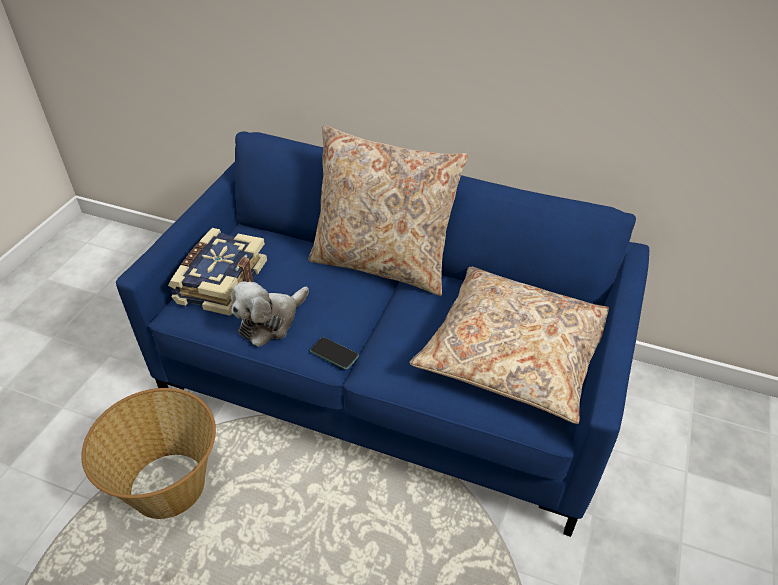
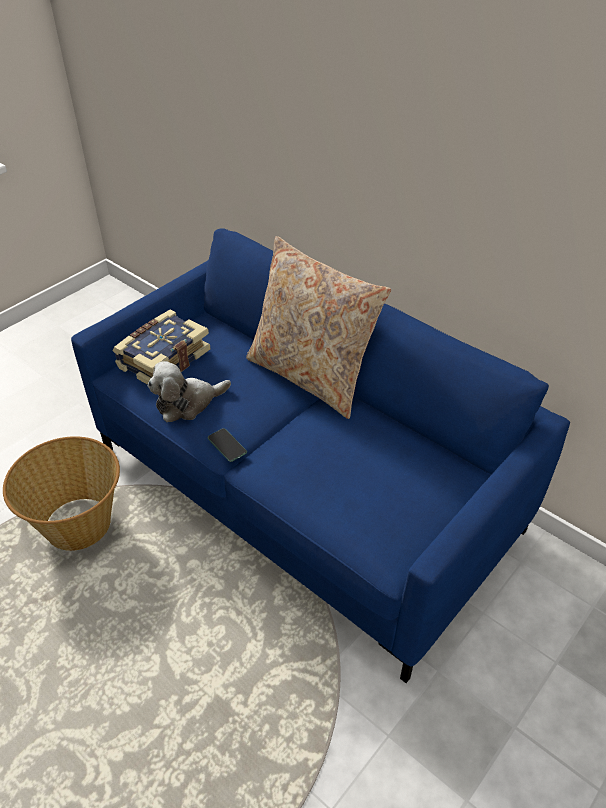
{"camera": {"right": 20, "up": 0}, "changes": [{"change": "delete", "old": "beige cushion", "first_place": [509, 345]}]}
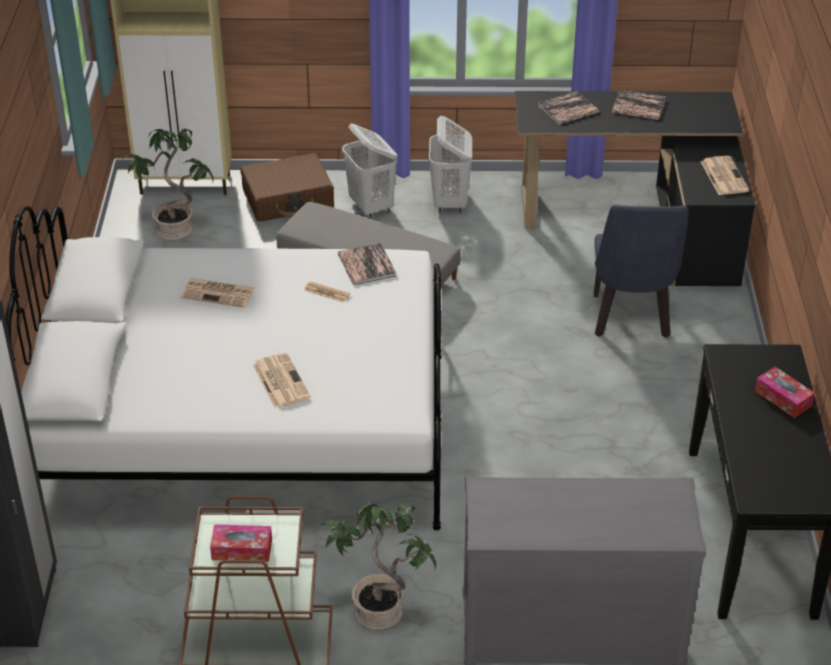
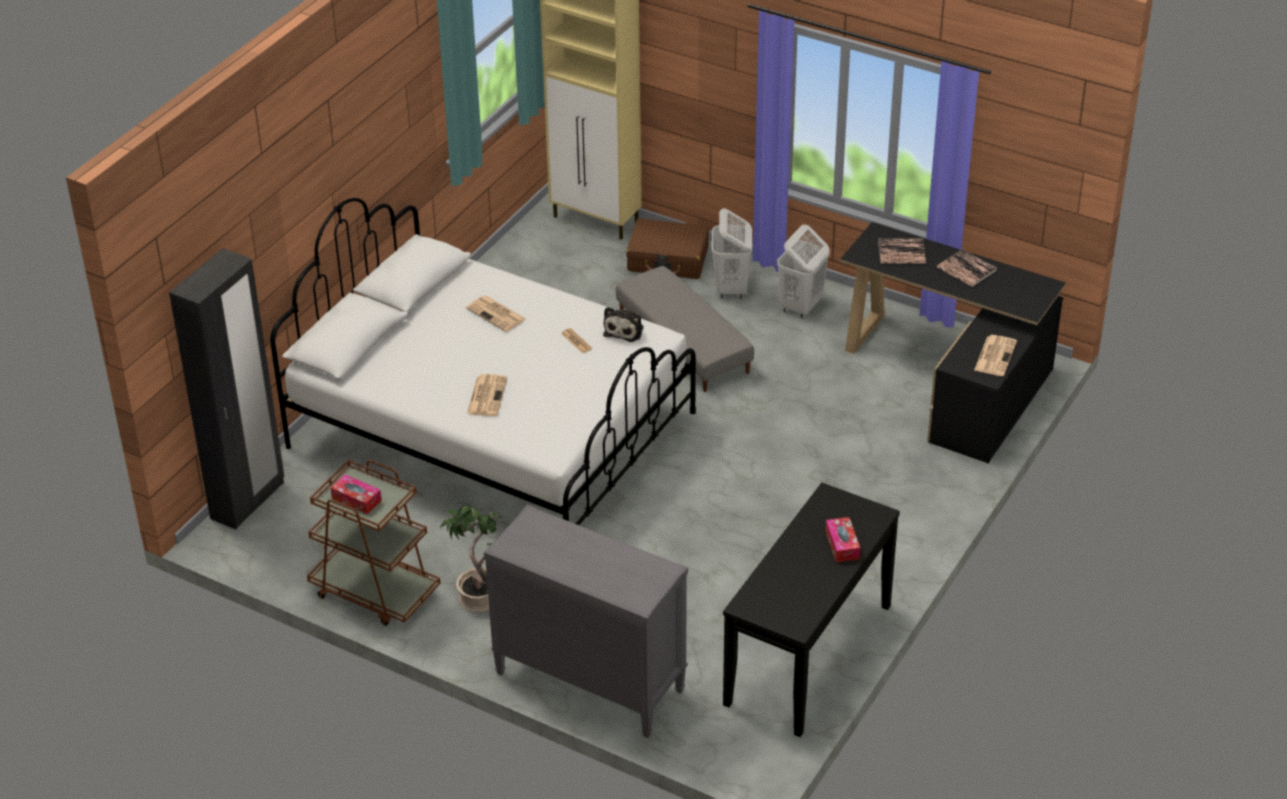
{"camera": {"right": 30, "up": 0}, "changes": [{"change": "replace", "old": "volume", "new": "plush toy", "first_place": [367, 264], "second_place": [623, 324]}, {"change": "delete", "old": "potted plant", "first_place": [168, 184]}, {"change": "delete", "old": "blue-coloured plain chair", "first_place": [641, 271]}]}
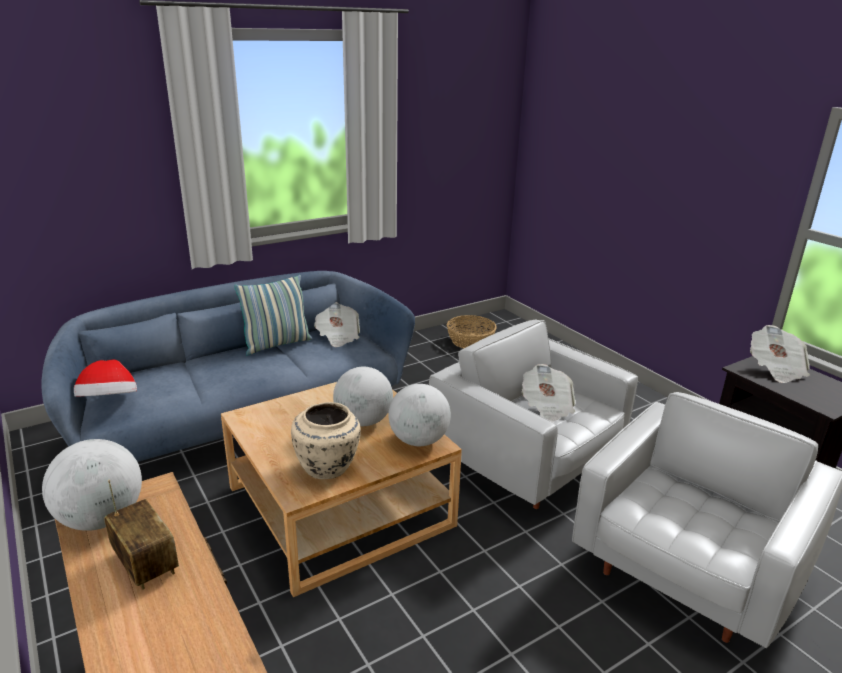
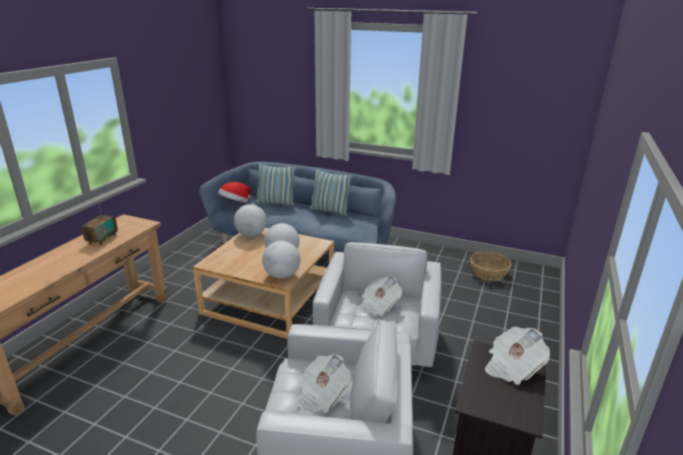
{"camera": {"right": 55, "up": 0}, "changes": [{"change": "move", "old": "world globe", "first_place": [92, 485], "second_place": [250, 220]}, {"change": "insert", "new": "cushion", "second_place": [275, 184]}, {"change": "move", "old": "daily paper", "first_place": [337, 324], "second_place": [324, 383]}, {"change": "delete", "old": "beige decorative vase", "first_place": [326, 440]}]}
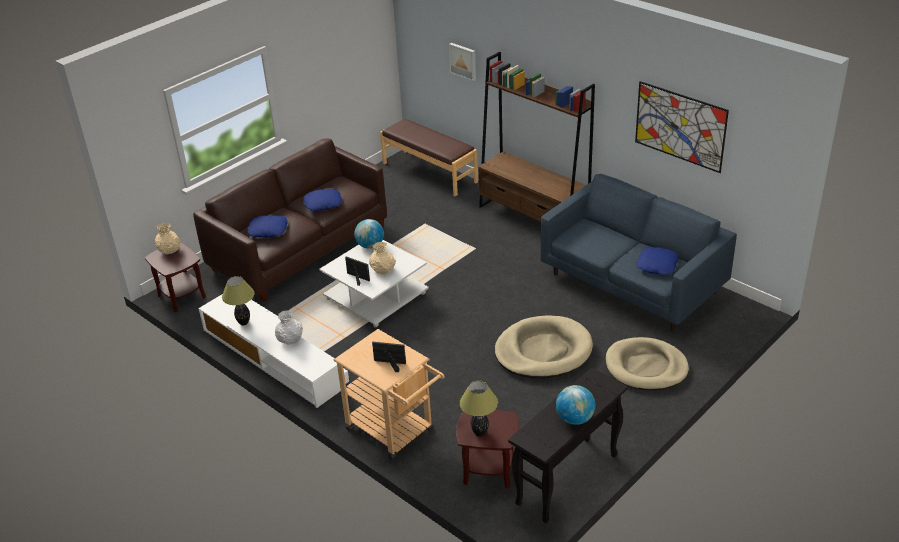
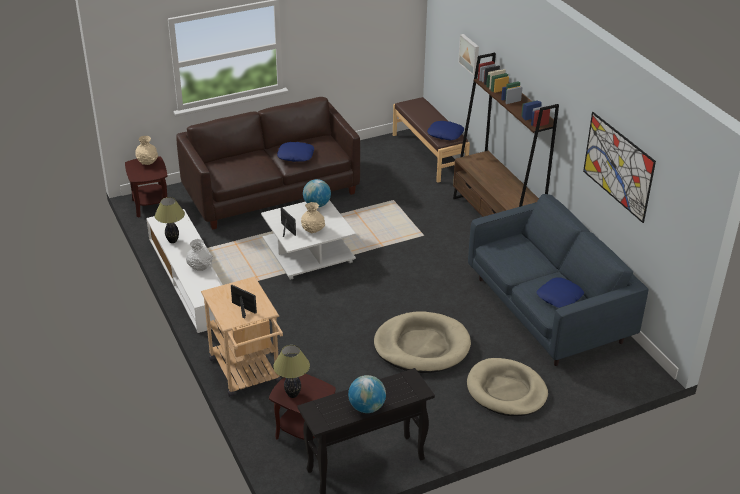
{"camera": {"right": 20, "up": 0}, "changes": [{"change": "move", "old": "blue-coloured cushion", "first_place": [267, 226], "second_place": [445, 130]}]}
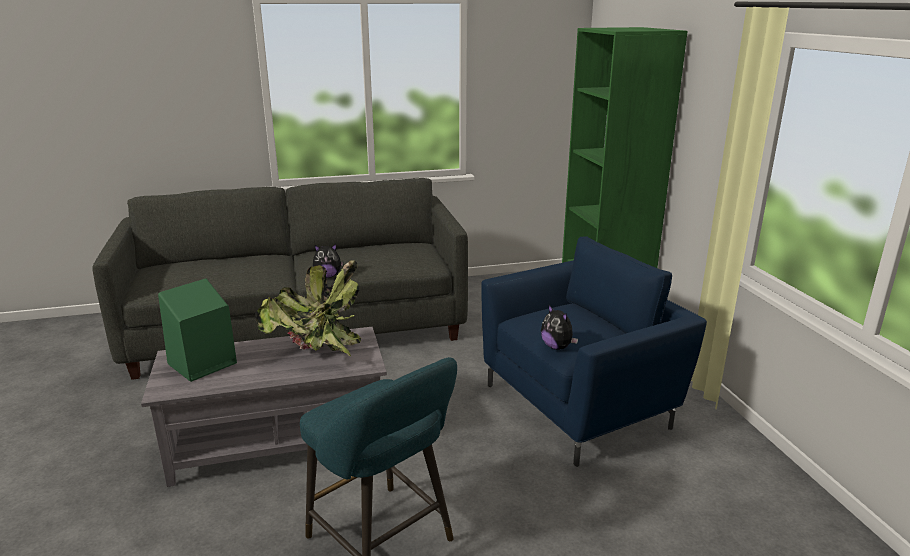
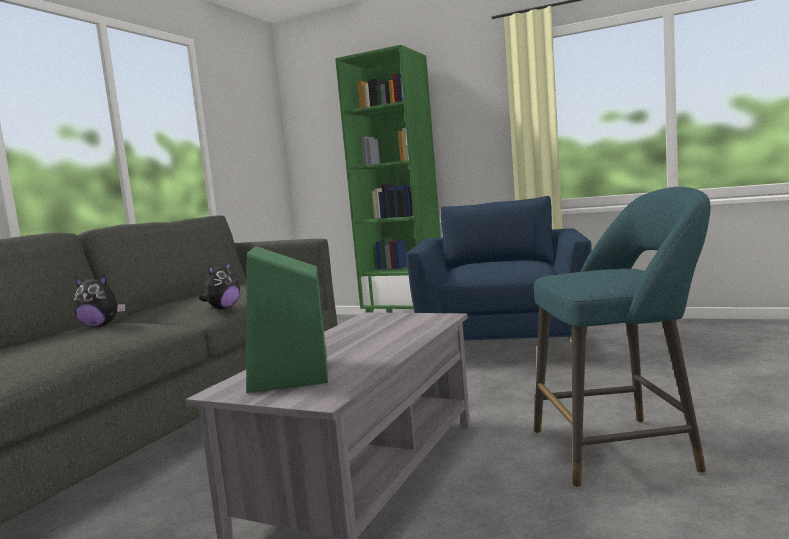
{"camera": {"right": -50, "up": -15}, "changes": [{"change": "move", "old": "plush toy", "first_place": [559, 327], "second_place": [99, 301]}, {"change": "delete", "old": "potted plant", "first_place": [308, 308]}]}
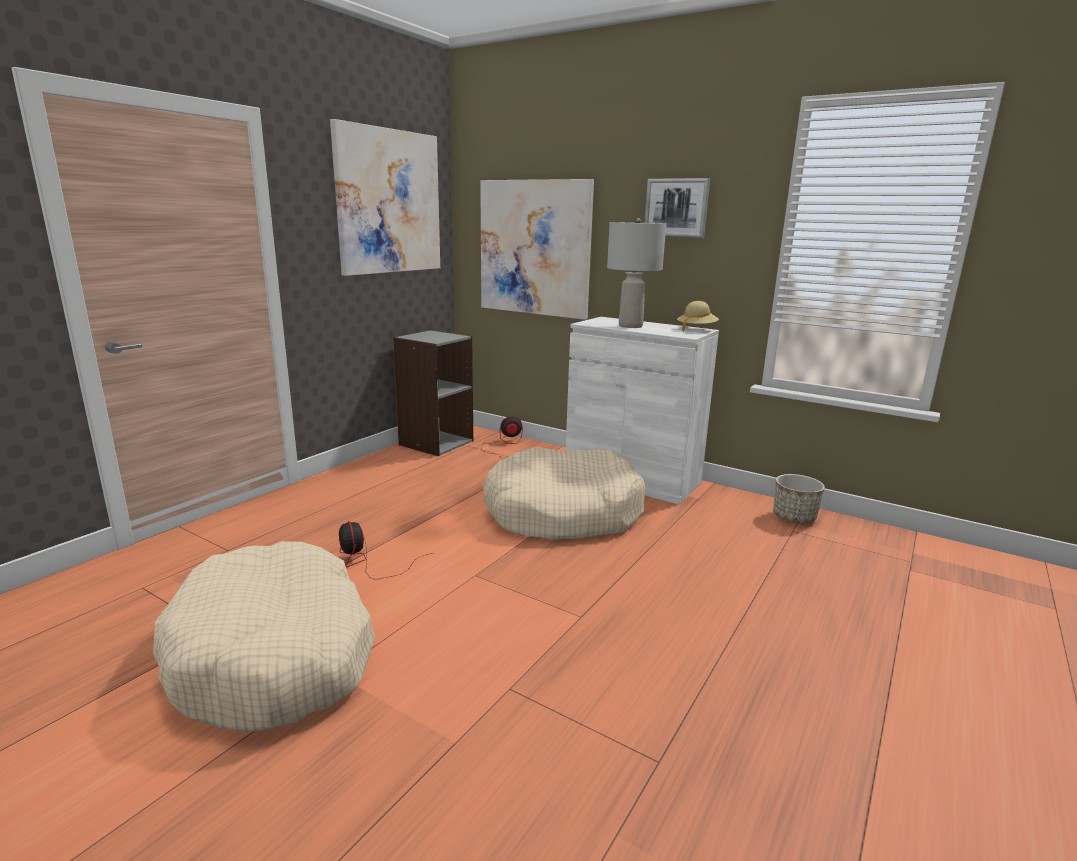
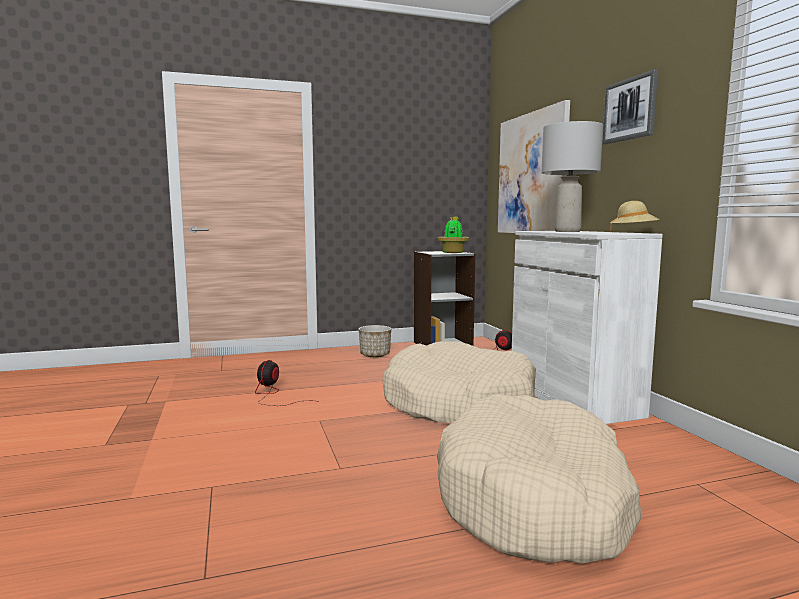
{"camera": {"right": 40, "up": -10}, "changes": [{"change": "move", "old": "planter", "first_place": [799, 498], "second_place": [375, 341]}, {"change": "move", "old": "beige dog bed", "first_place": [264, 637], "second_place": [539, 479]}, {"change": "insert", "new": "potted plant", "second_place": [453, 234]}, {"change": "delete", "old": "wall art", "first_place": [385, 197]}]}
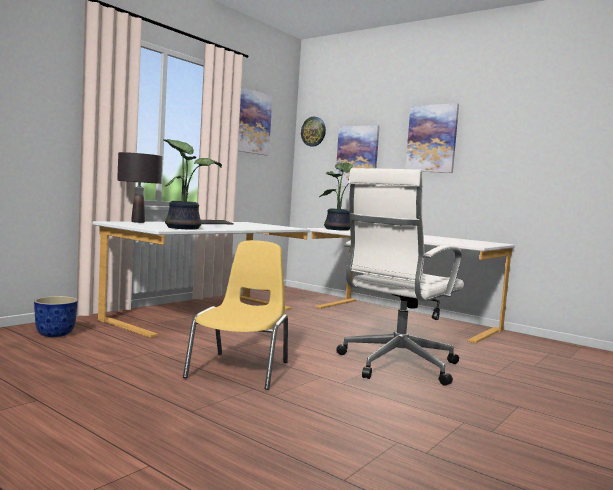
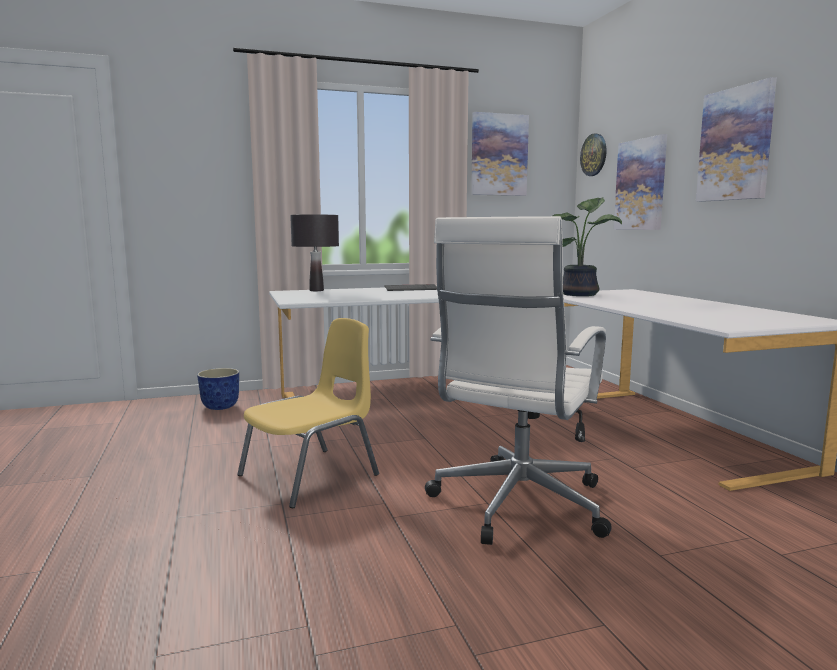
{"camera": {"right": 35, "up": 5}, "changes": [{"change": "rotate", "old": "whitish computer chair", "first_place": [400, 277], "second_place": [518, 380], "degrees": -45}, {"change": "delete", "old": "potted plant", "first_place": [192, 184]}]}
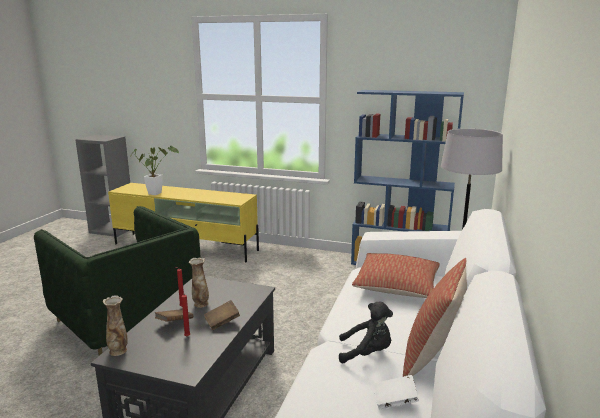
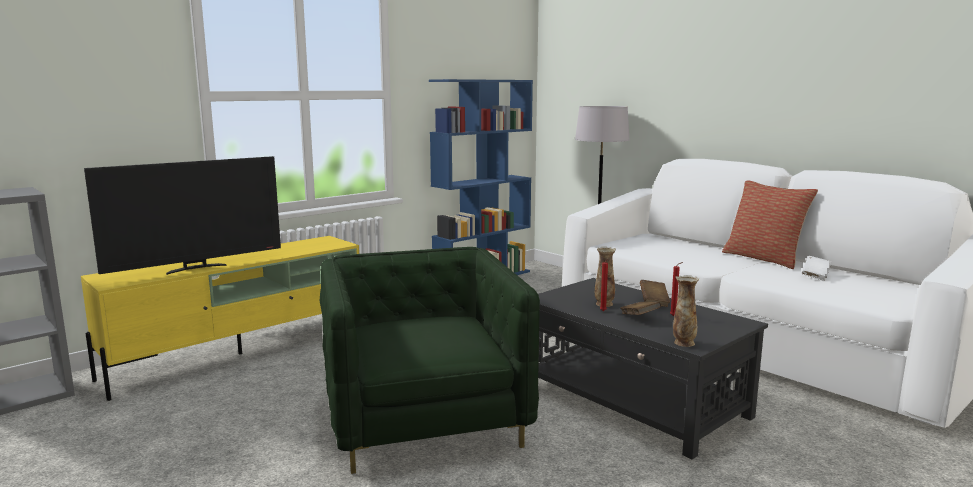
{"camera": {"right": -60, "up": -5}, "changes": [{"change": "replace", "old": "potted plant", "new": "TV", "first_place": [155, 170], "second_place": [182, 215]}, {"change": "rotate", "old": "green armchair", "first_place": [117, 280], "second_place": [429, 360], "degrees": -90}, {"change": "delete", "old": "blackish plush toy", "first_place": [366, 333]}, {"change": "delete", "old": "cushion", "first_place": [396, 275]}]}
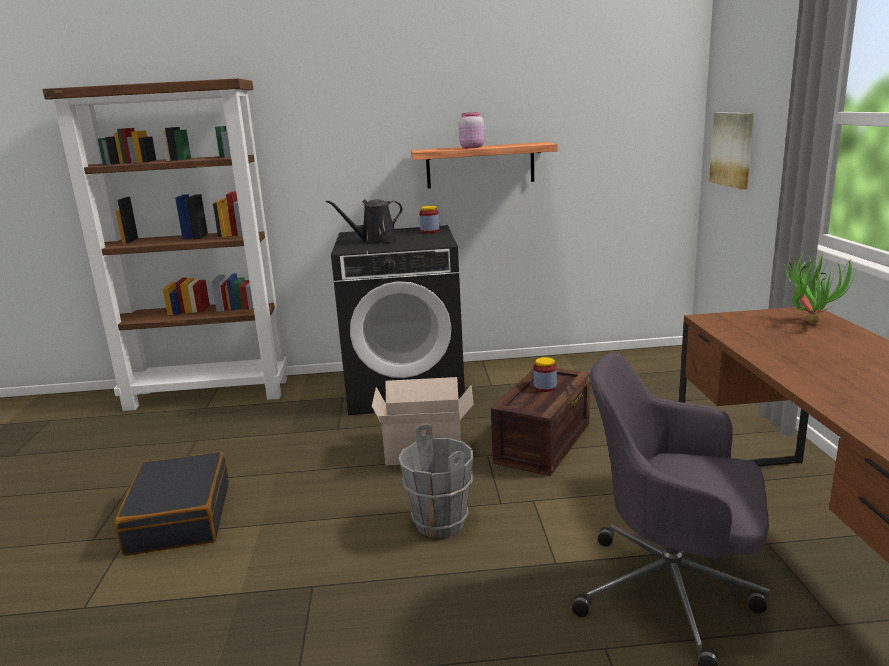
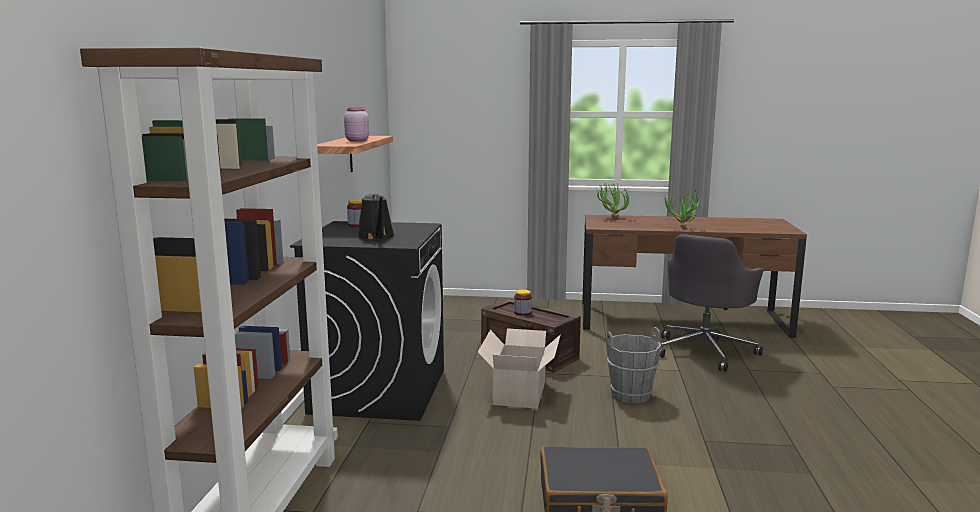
{"camera": {"right": -80, "up": -5}, "changes": [{"change": "insert", "new": "potted plant", "second_place": [682, 209]}, {"change": "delete", "old": "wall art", "first_place": [731, 150]}]}
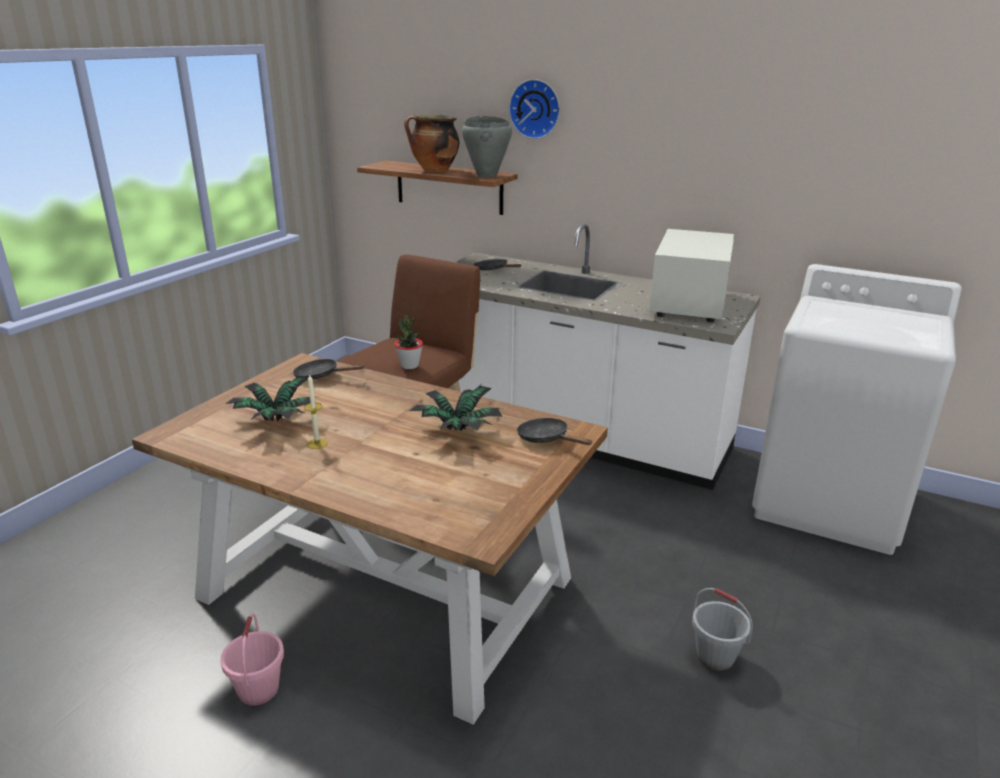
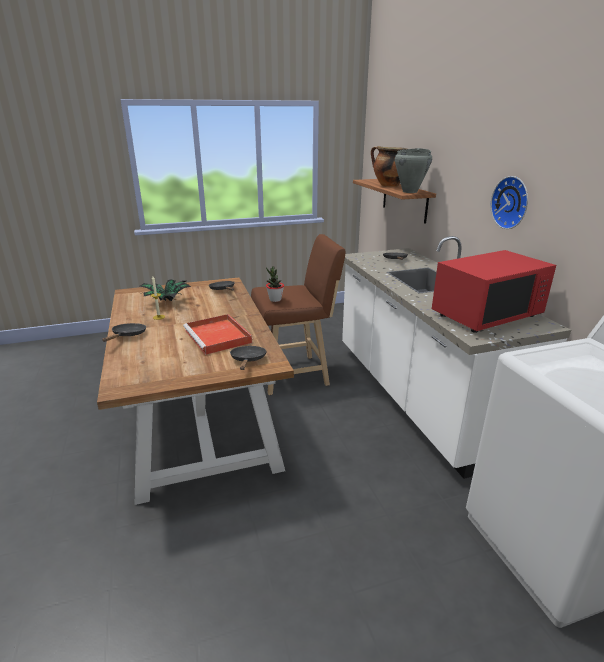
{"camera": {"right": 45, "up": 0}, "changes": [{"change": "insert", "new": "blackish frying pan", "second_place": [124, 332]}, {"change": "replace", "old": "potted plant", "new": "red-coloured serving tray", "first_place": [456, 408], "second_place": [217, 334]}, {"change": "recolor", "old": "whitish microwave", "new": "red-coloured microwave", "first_place": [691, 275], "second_place": [494, 291]}, {"change": "move", "old": "clock on the wall", "first_place": [534, 109], "second_place": [509, 202]}, {"change": "delete", "old": "pinkish water bucket", "first_place": [252, 660]}, {"change": "delete", "old": "gray water bucket", "first_place": [722, 629]}]}
